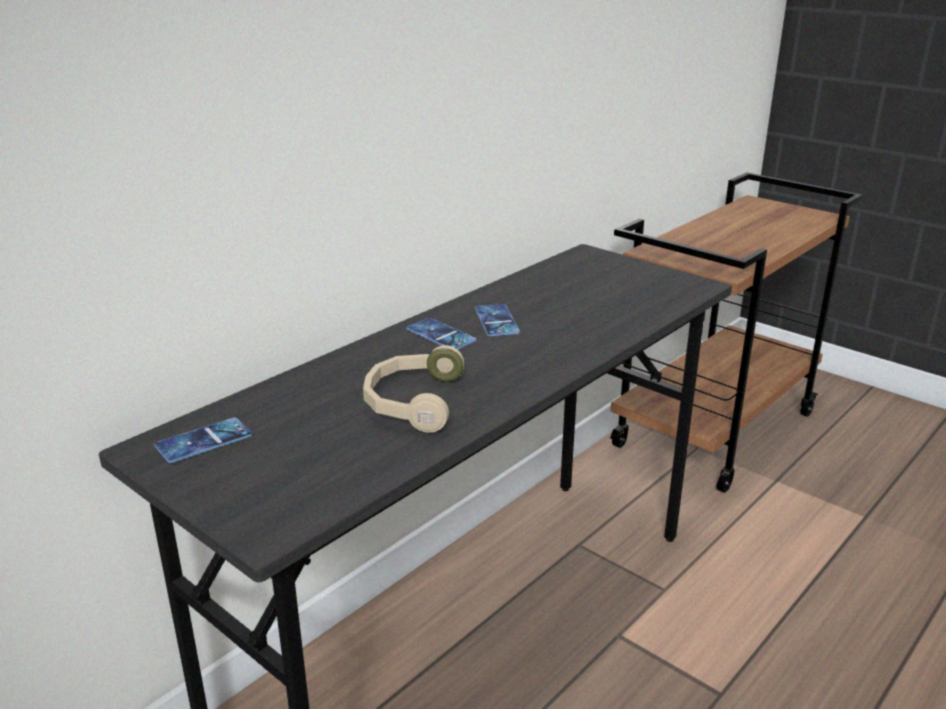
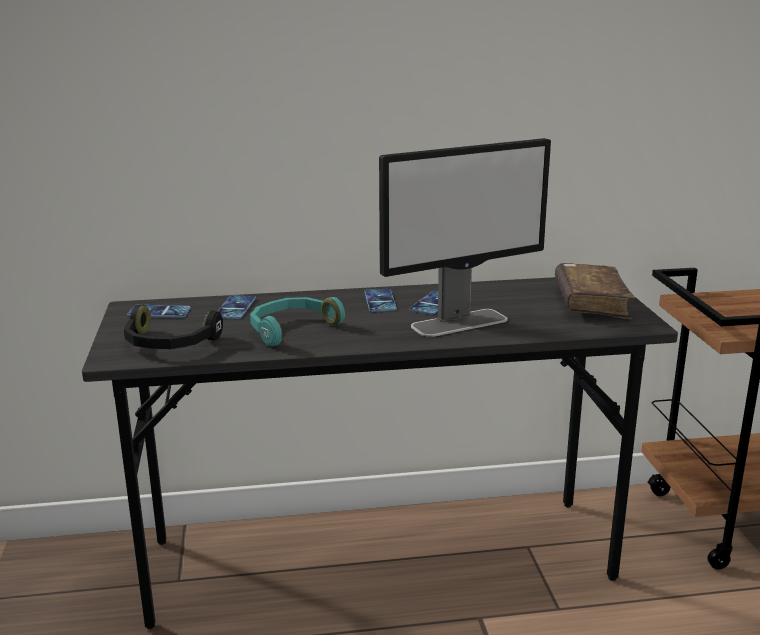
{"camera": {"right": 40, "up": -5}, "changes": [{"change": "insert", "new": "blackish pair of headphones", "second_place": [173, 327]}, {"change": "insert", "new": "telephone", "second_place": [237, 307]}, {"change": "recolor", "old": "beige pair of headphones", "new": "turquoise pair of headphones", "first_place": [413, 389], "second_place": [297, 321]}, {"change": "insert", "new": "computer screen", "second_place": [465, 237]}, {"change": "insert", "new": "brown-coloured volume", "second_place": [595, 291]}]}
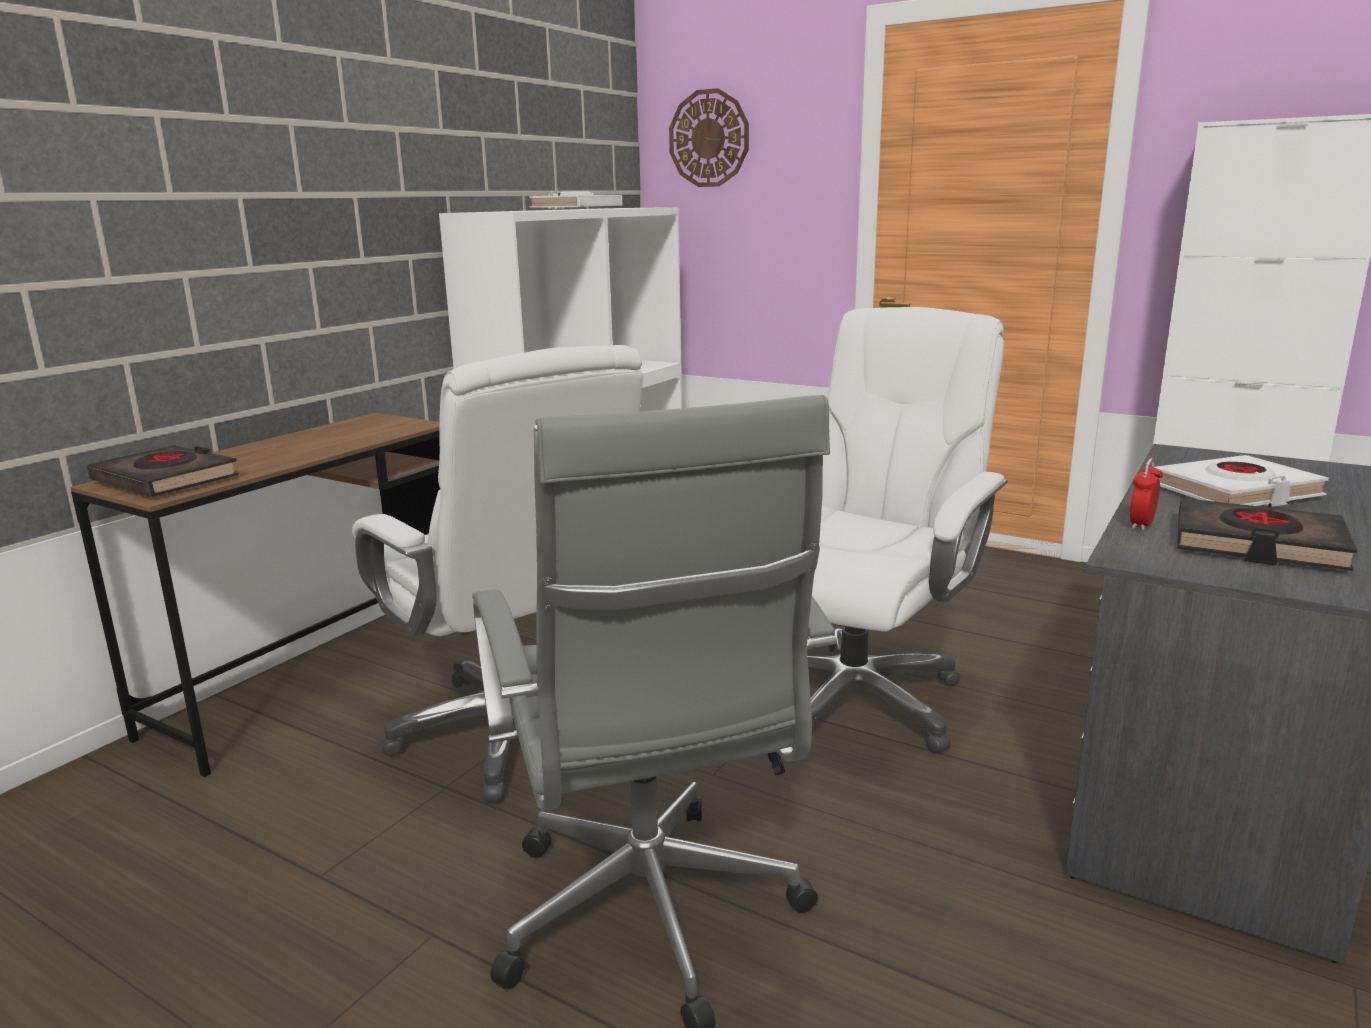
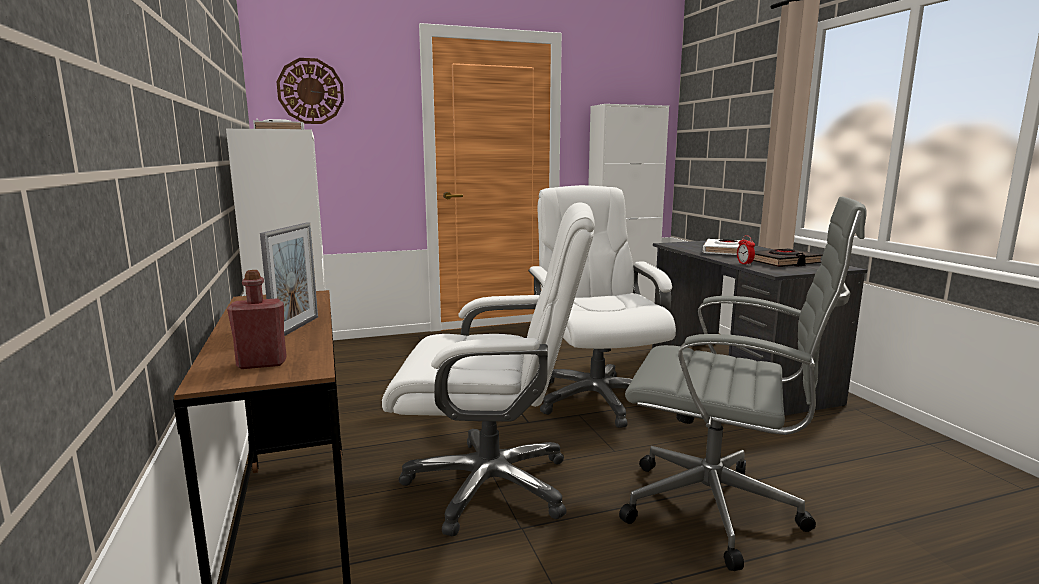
{"camera": {"right": -50, "up": -5}, "changes": [{"change": "replace", "old": "blackish volume", "new": "red-coloured drink bottle", "first_place": [163, 471], "second_place": [257, 319]}, {"change": "insert", "new": "picture frame", "second_place": [289, 279]}]}
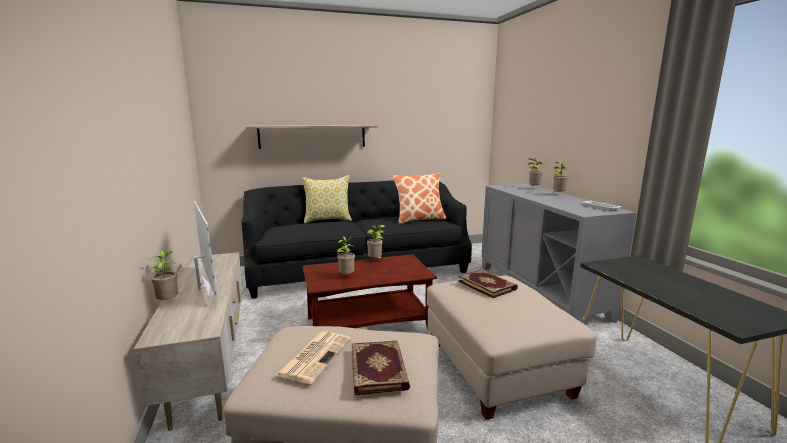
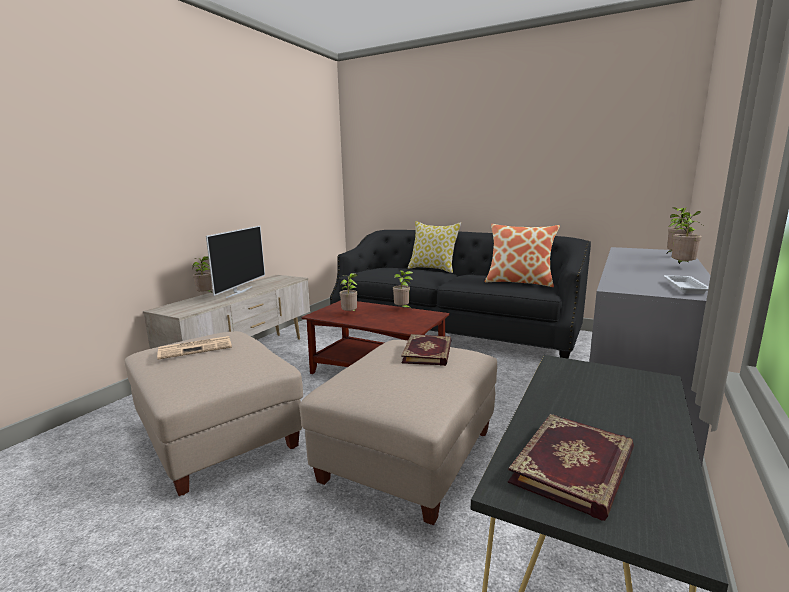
{"camera": {"right": 45, "up": 0}, "changes": [{"change": "move", "old": "volume", "first_place": [381, 368], "second_place": [571, 467]}, {"change": "delete", "old": "shelf", "first_place": [312, 137]}]}
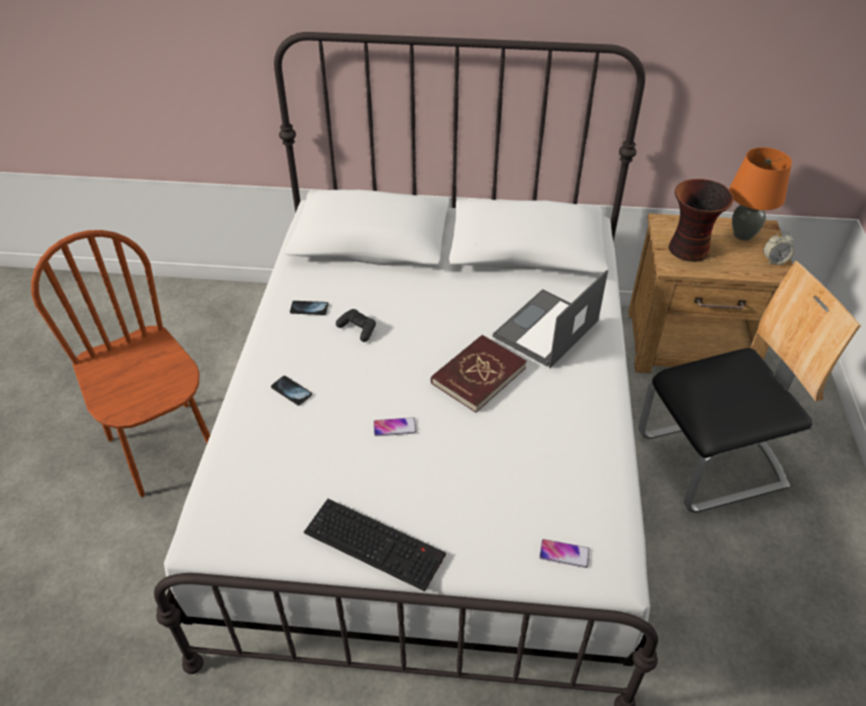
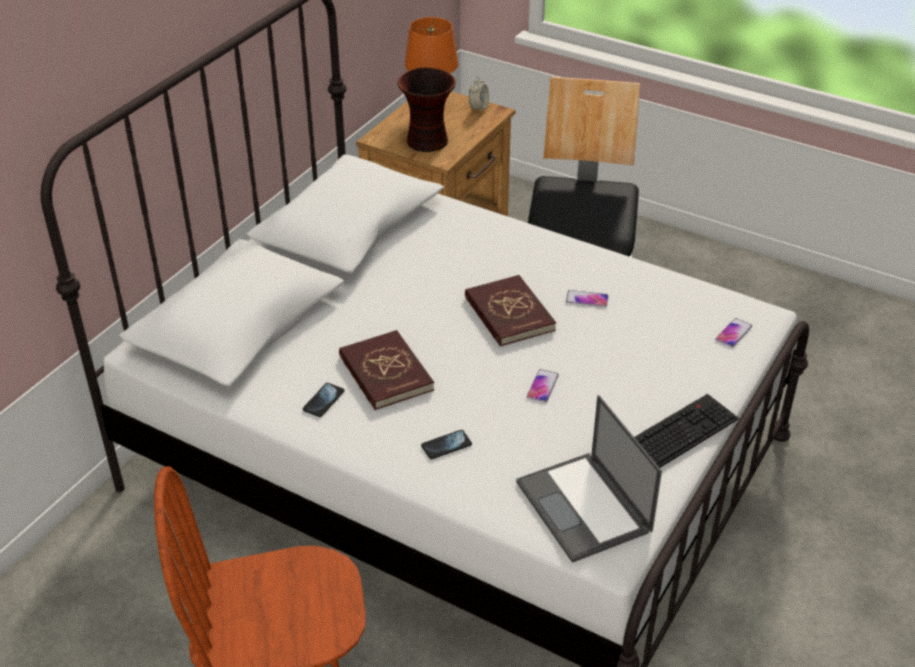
{"camera": {"right": -65, "up": -5}, "changes": [{"change": "replace", "old": "blackish game controller", "new": "red-coloured volume", "first_place": [356, 325], "second_place": [386, 370]}, {"change": "move", "old": "laptop", "first_place": [550, 319], "second_place": [589, 479]}, {"change": "insert", "new": "telephone", "second_place": [587, 298]}]}
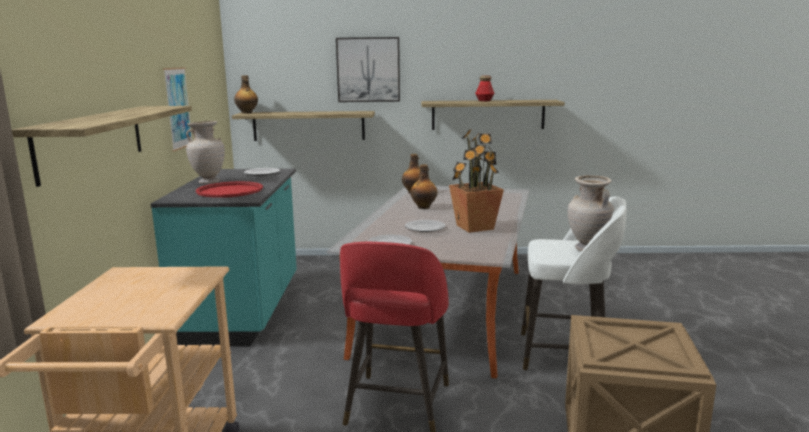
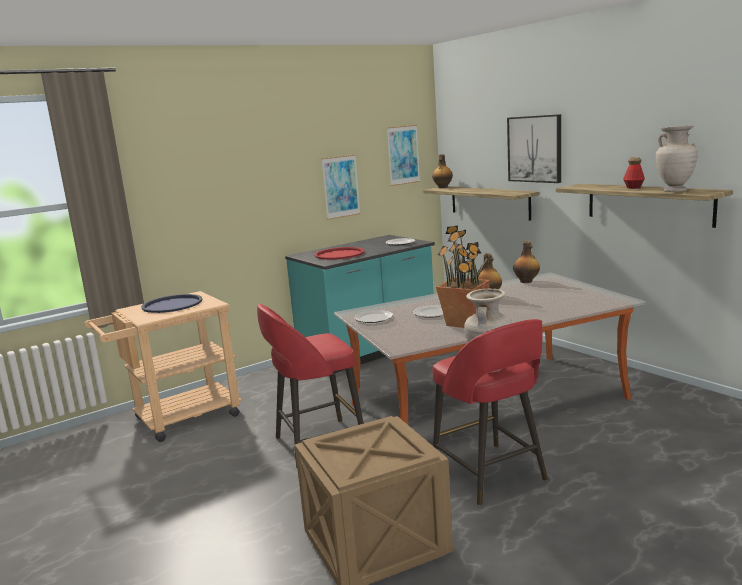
{"camera": {"right": 55, "up": 0}, "changes": [{"change": "insert", "new": "blue-coloured serving tray", "second_place": [171, 303]}, {"change": "insert", "new": "wall art", "second_place": [403, 155]}, {"change": "recolor", "old": "whitish sitting stool", "new": "red-coloured sitting stool", "first_place": [573, 283], "second_place": [490, 412]}, {"change": "move", "old": "beige decorative vase", "first_place": [205, 152], "second_place": [676, 158]}, {"change": "delete", "old": "shelf", "first_place": [102, 146]}]}
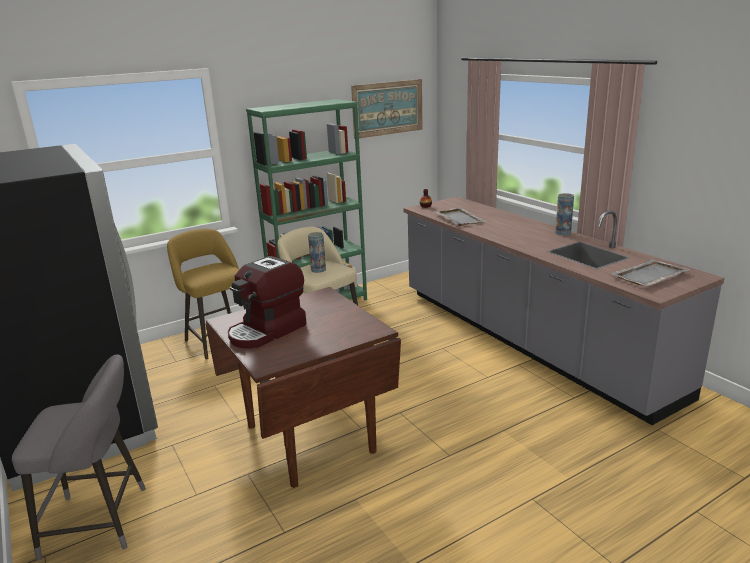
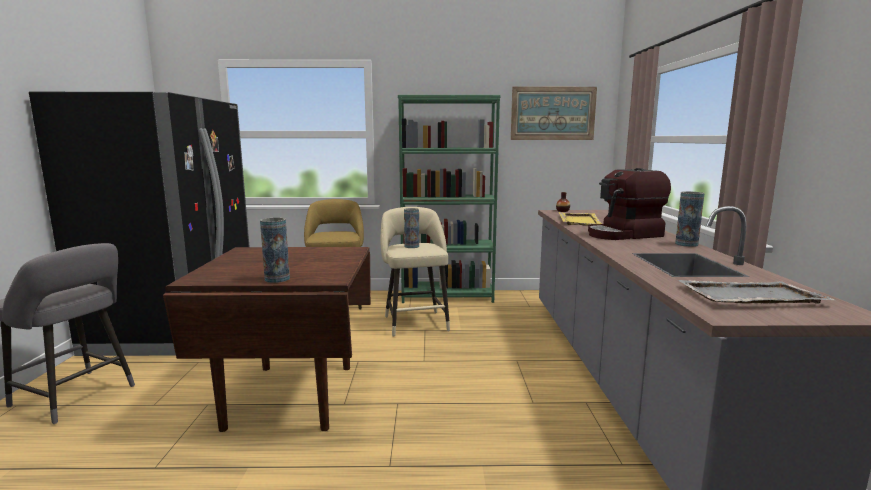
{"camera": {"right": 30, "up": -10}, "changes": [{"change": "insert", "new": "decorative vase", "second_place": [275, 250]}, {"change": "recolor", "old": "gray serving tray", "new": "yellowish serving tray", "first_place": [459, 216], "second_place": [580, 219]}, {"change": "move", "old": "coffee maker", "first_place": [267, 302], "second_place": [629, 204]}]}
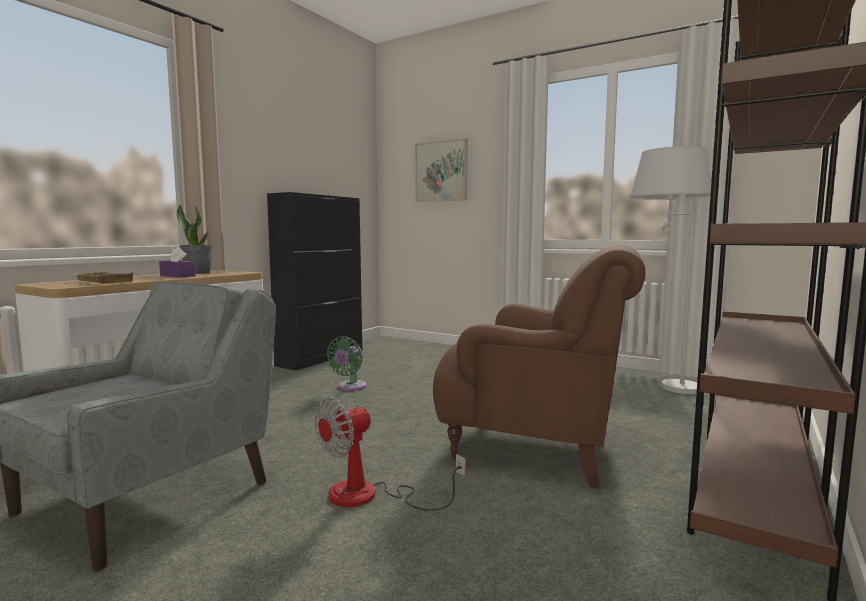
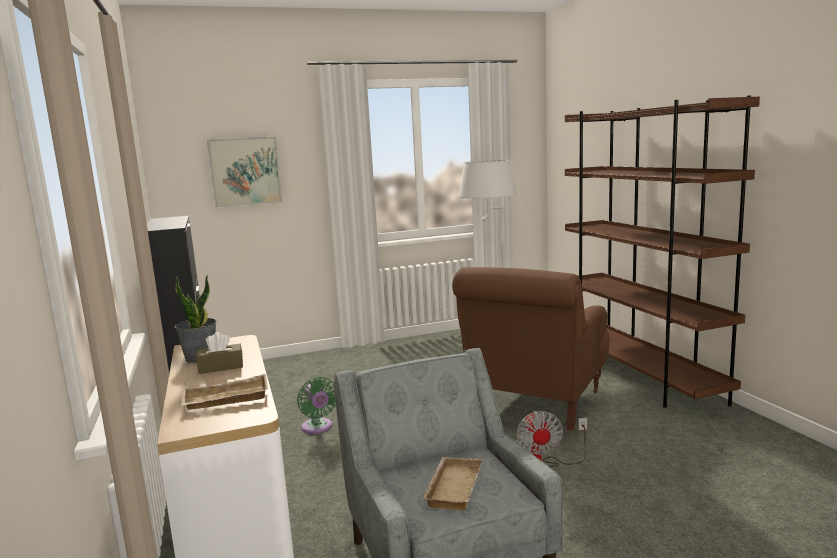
{"camera": {"right": -50, "up": 5}, "changes": [{"change": "recolor", "old": "purplish tissue holder", "new": "brown-coloured tissue holder", "first_place": [177, 262], "second_place": [219, 353]}, {"change": "insert", "new": "beige serving tray", "second_place": [452, 484]}, {"change": "rotate", "old": "brown-coloured armchair", "first_place": [539, 367], "second_place": [531, 349], "degrees": 150}]}
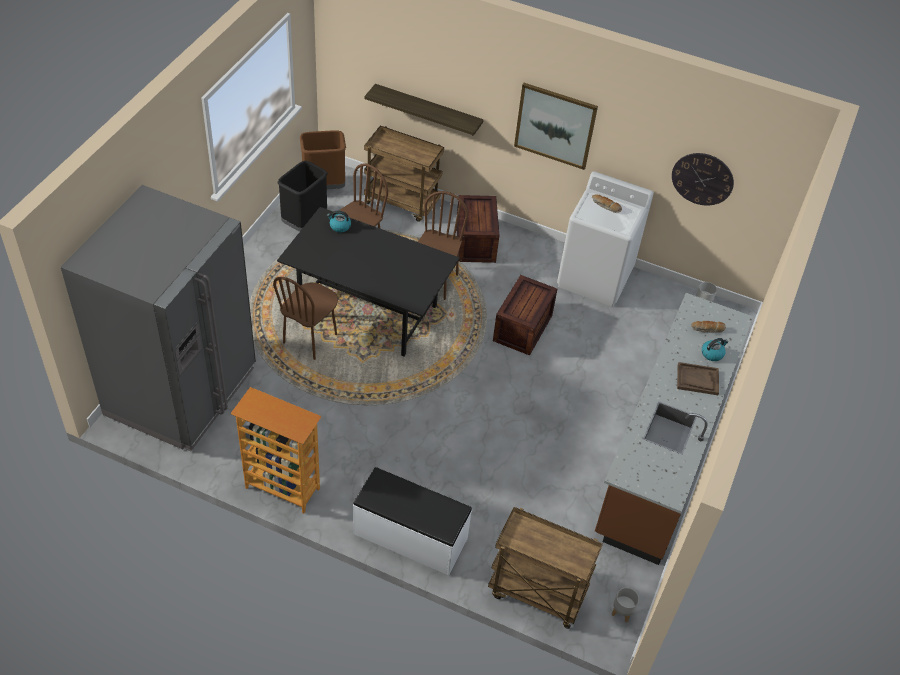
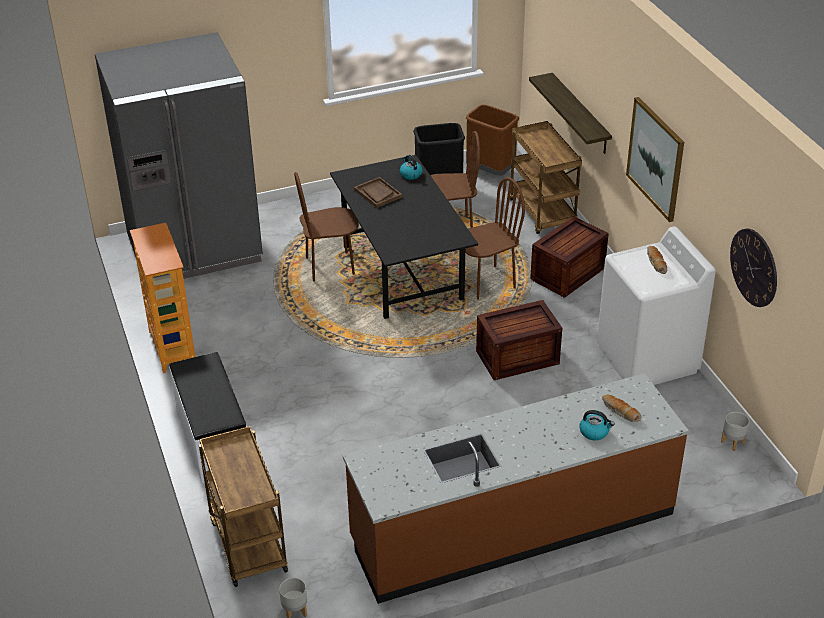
{"camera": {"right": 50, "up": -10}, "changes": [{"change": "move", "old": "brown-coloured serving tray", "first_place": [698, 378], "second_place": [378, 192]}]}
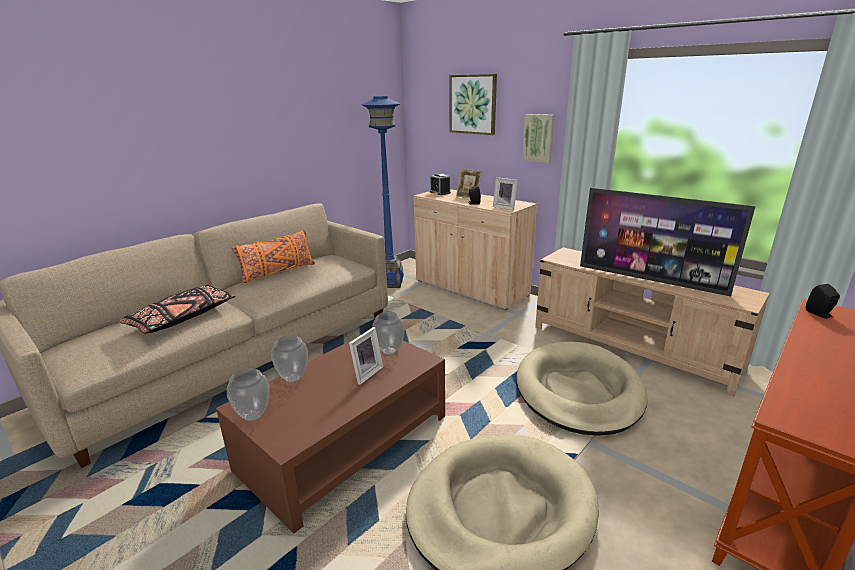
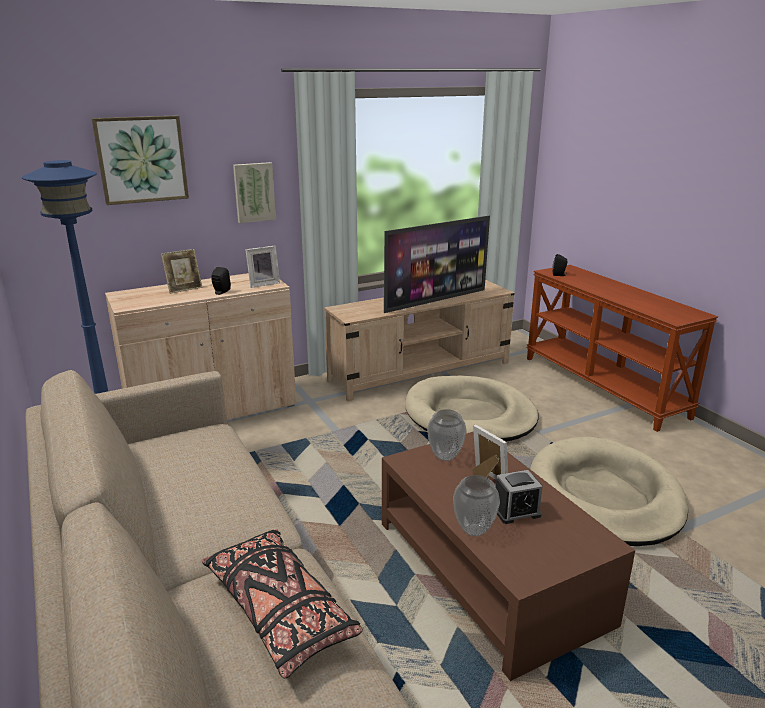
{"camera": {"right": -70, "up": 0}, "changes": [{"change": "move", "old": "alarm clock", "first_place": [440, 184], "second_place": [519, 497]}, {"change": "delete", "old": "decorative vase", "first_place": [248, 394]}, {"change": "delete", "old": "orange-coloured cushion", "first_place": [273, 256]}]}
